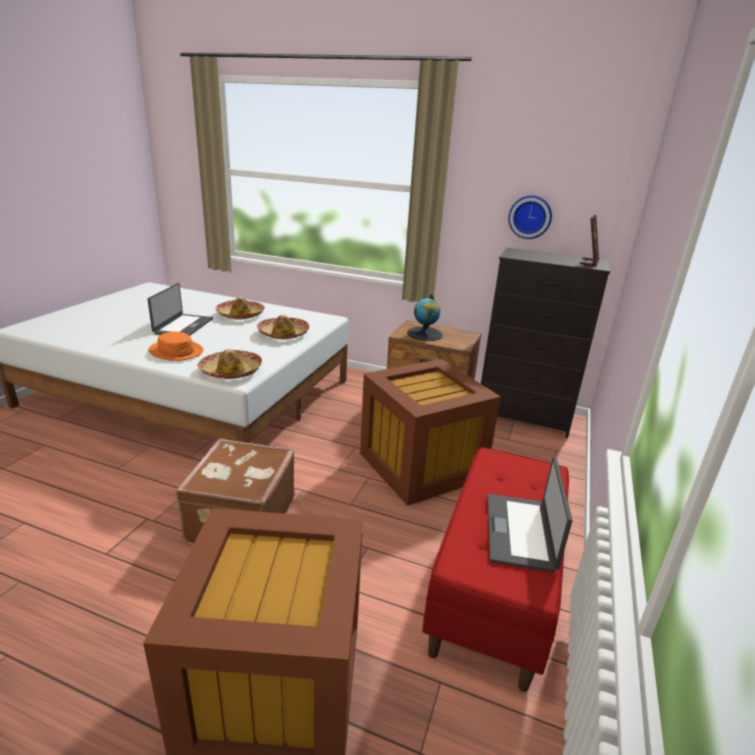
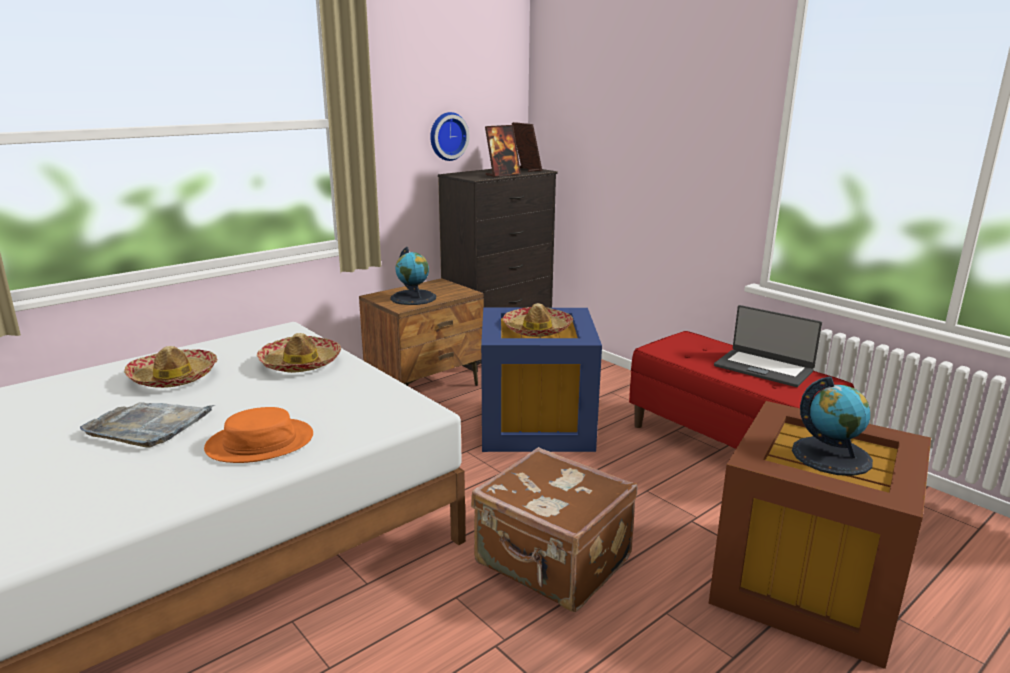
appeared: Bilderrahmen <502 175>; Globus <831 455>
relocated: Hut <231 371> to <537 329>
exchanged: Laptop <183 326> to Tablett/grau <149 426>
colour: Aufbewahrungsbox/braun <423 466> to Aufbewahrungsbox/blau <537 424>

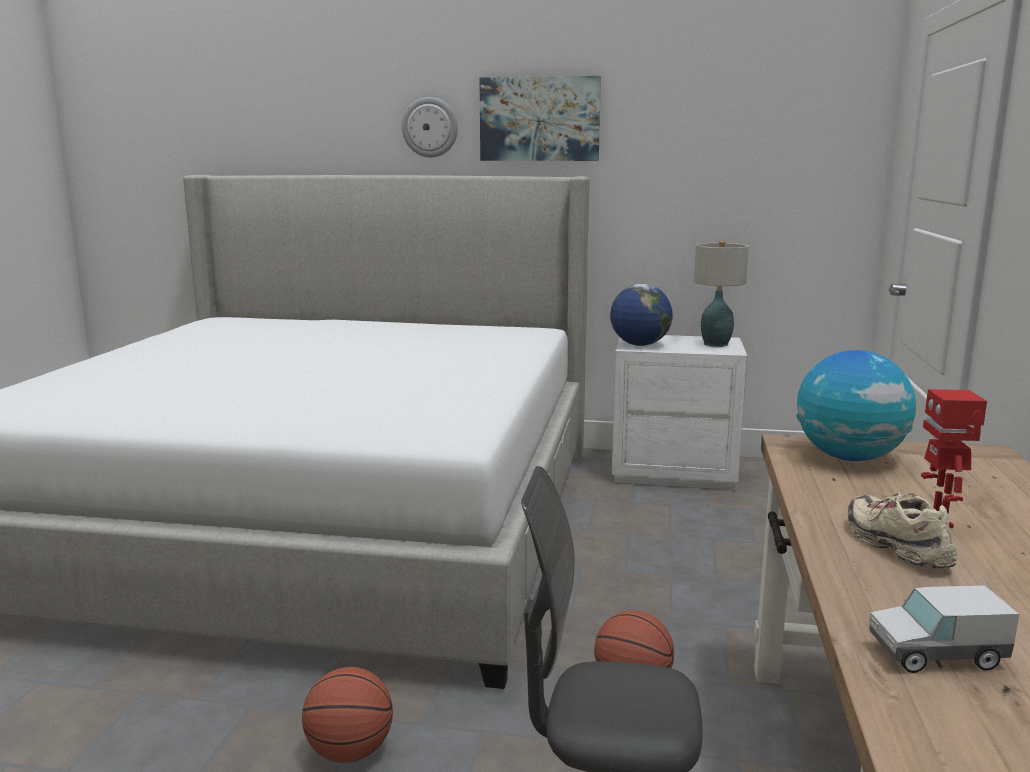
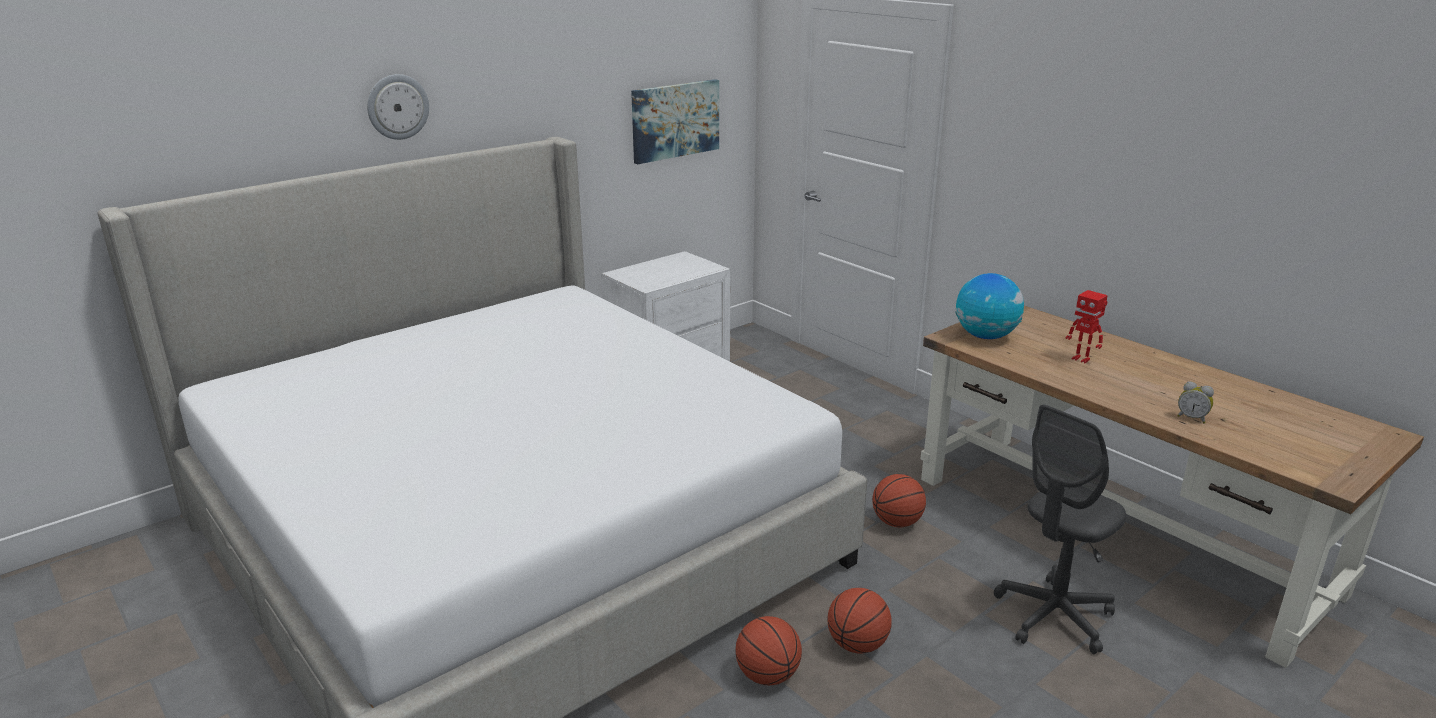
missing: Tischlampe <716 344>; Globus <640 345>; Schuh/beige <895 546>
appeared: Basketball <768 675>
relocated: Bild <539 119> to <675 120>
exchanged: Spielzeuglaster <936 655> to Wecker <1192 418>

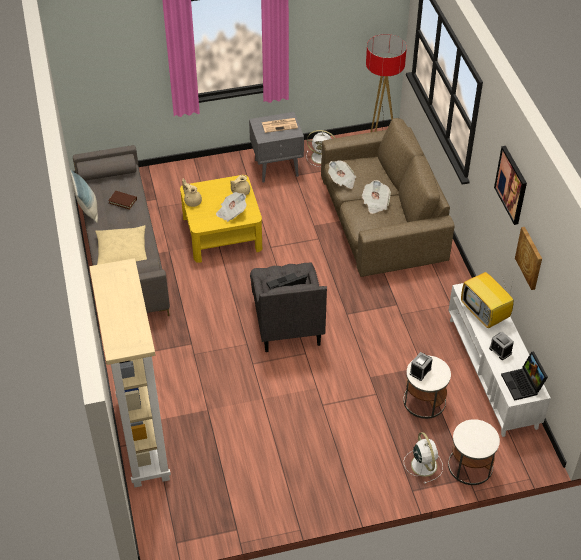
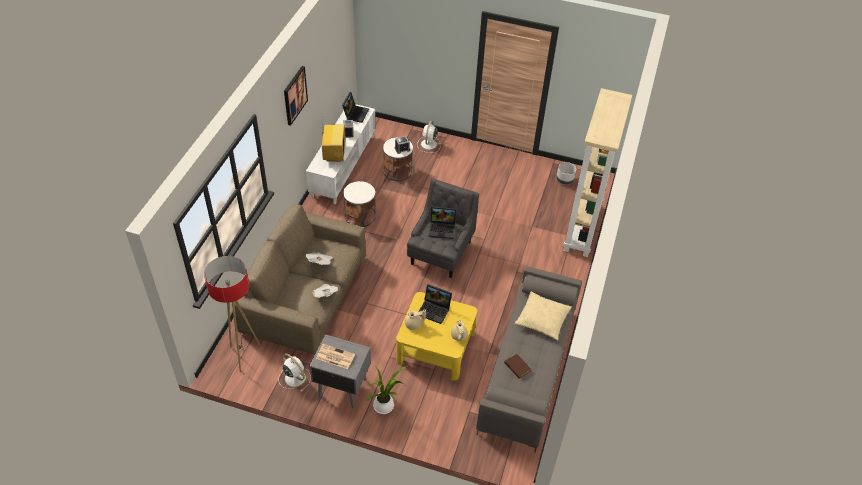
missing: Kissen <88 210>; Bild <530 258>
appeared: Pflanzkübel/grau <565 180>; Topfpflanze <385 406>
relocated: Beistelltisch/weiß <470 466> to <360 216>
exchanged: Zeitung <231 212> to Laptop <435 310>

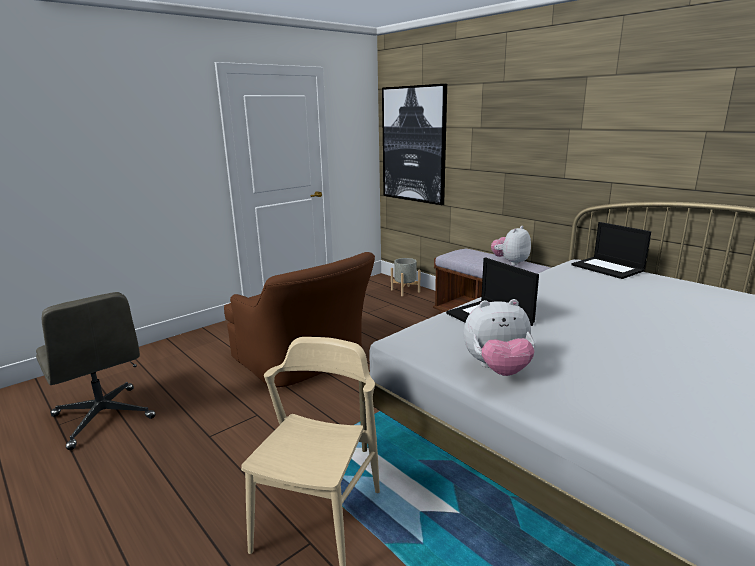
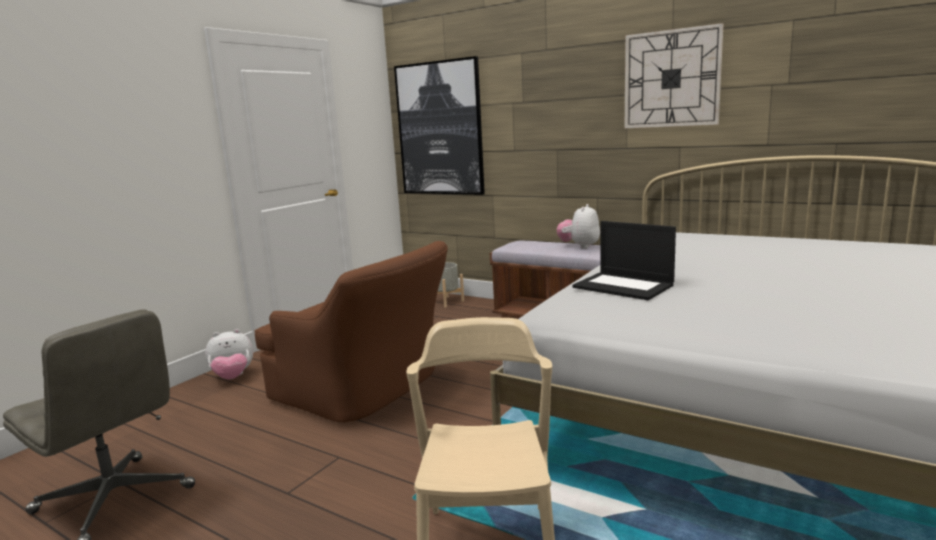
missing: Laptop <608 268>
appeared: Wanduhr <671 79>
relocated: Plüschtier <497 369> to <233 377>

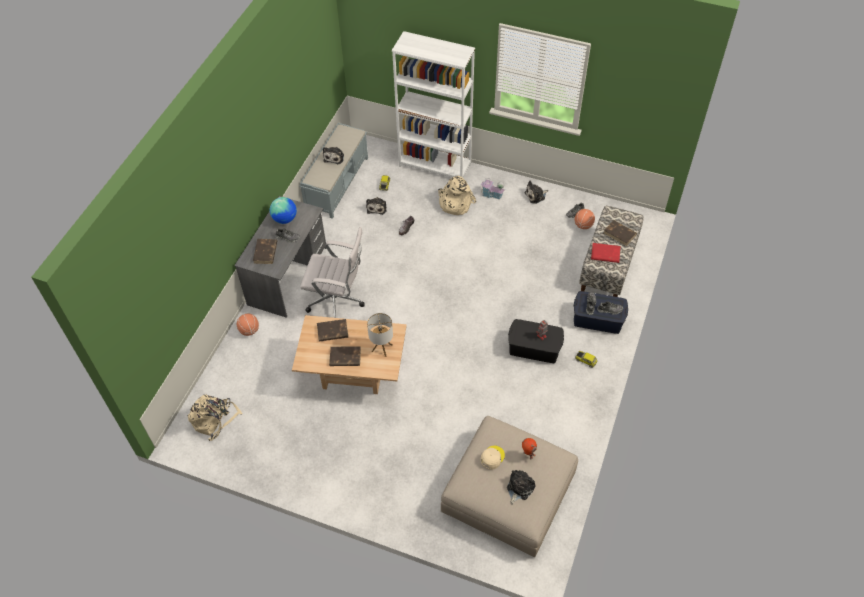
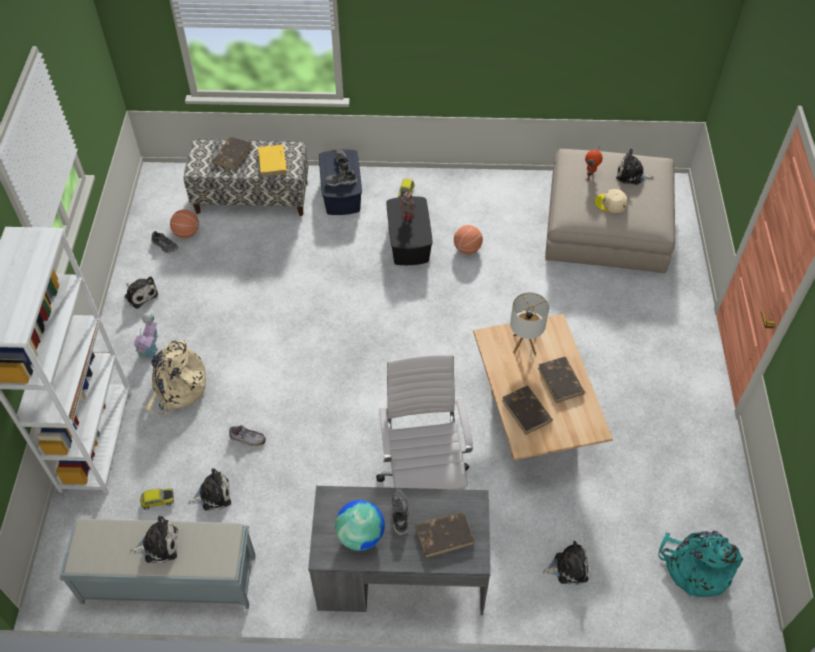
appeared: Plüschtier <568 567>
relocated: Basketball <249 330> to <467 248>
colour: Buch/rot <605 254> to Buch/gelb <272 162>; Rucksack/beige <214 419> to Rucksack/türkis <695 567>

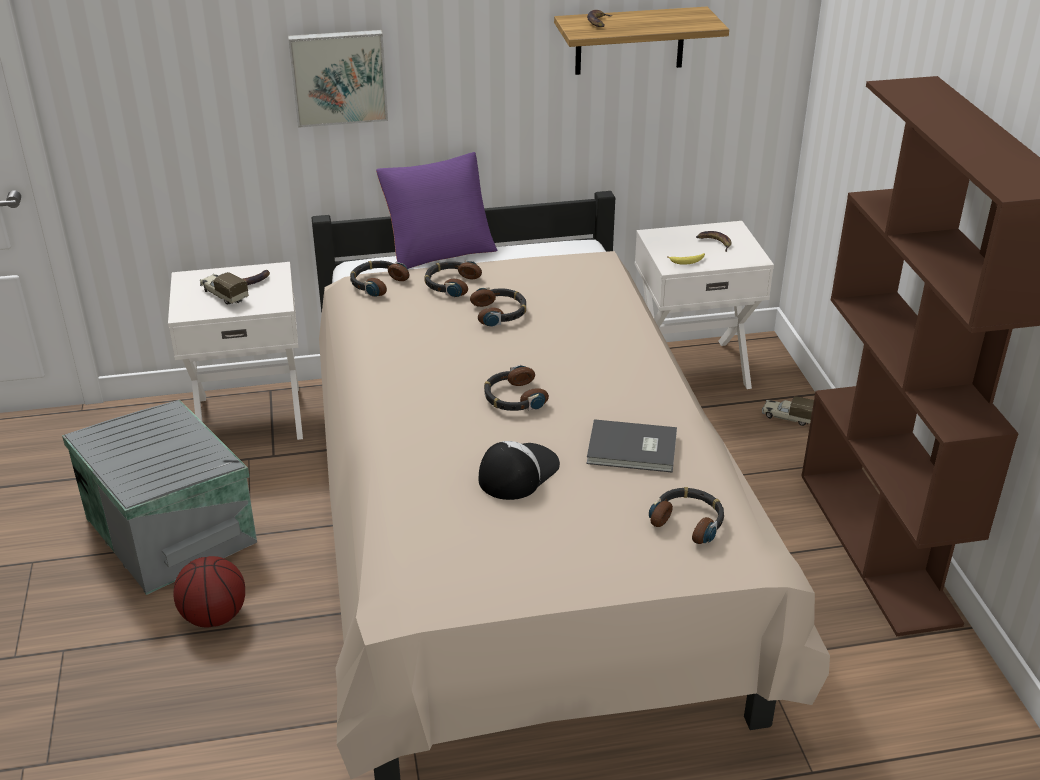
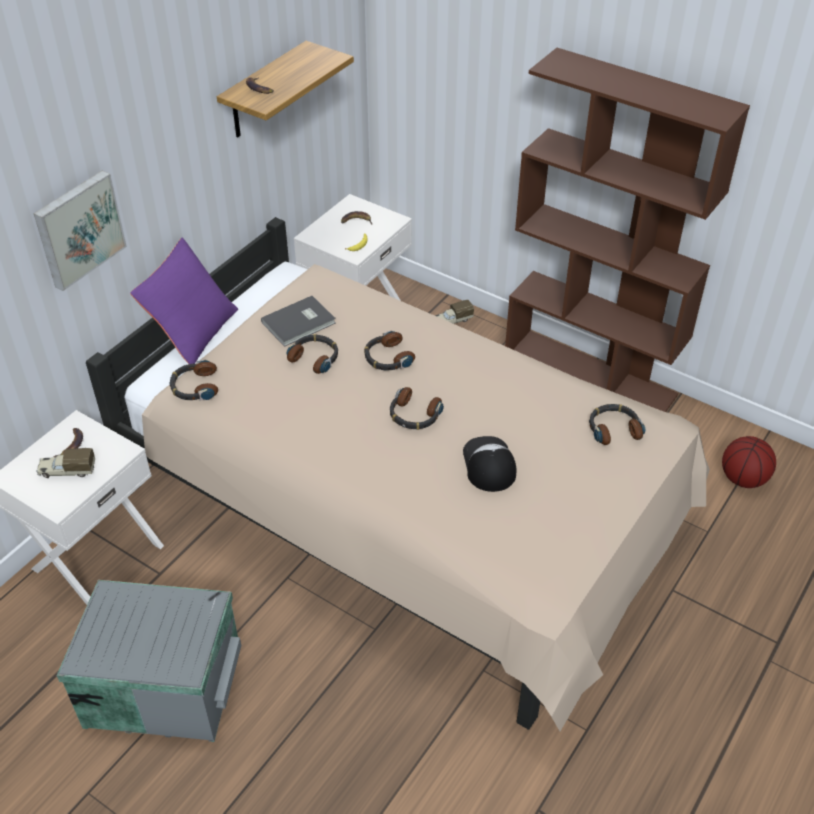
relocated: Kopfhörer <451 284> to <387 358>; Buch/grau <633 450> to <300 323>; Basketball <215 616> to <743 478>

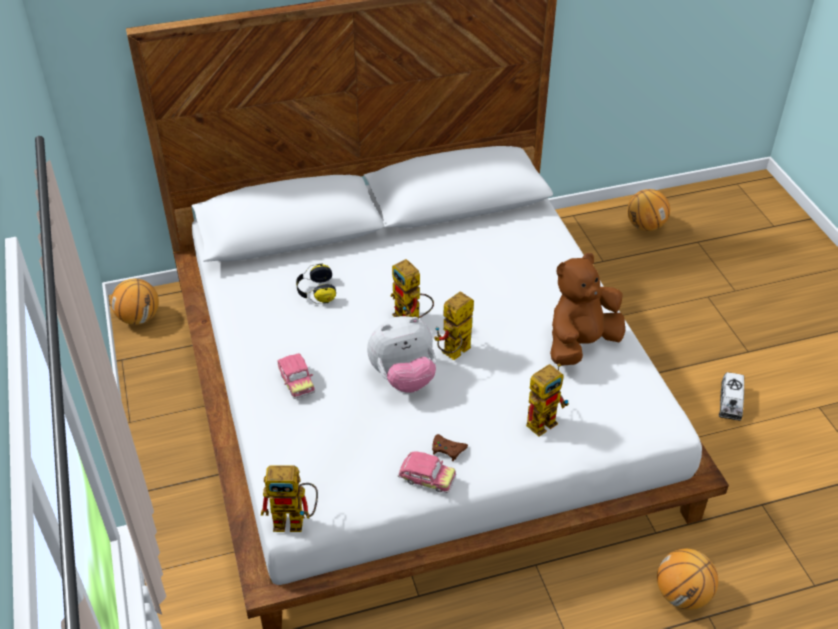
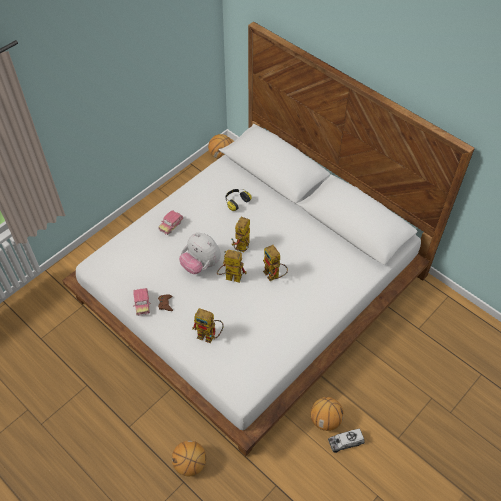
missing: Plüschtier/braun <580 344>
relocated: Basketball <645 226> to <325 420>; Spielzeugroboter <296 520> to <274 276>

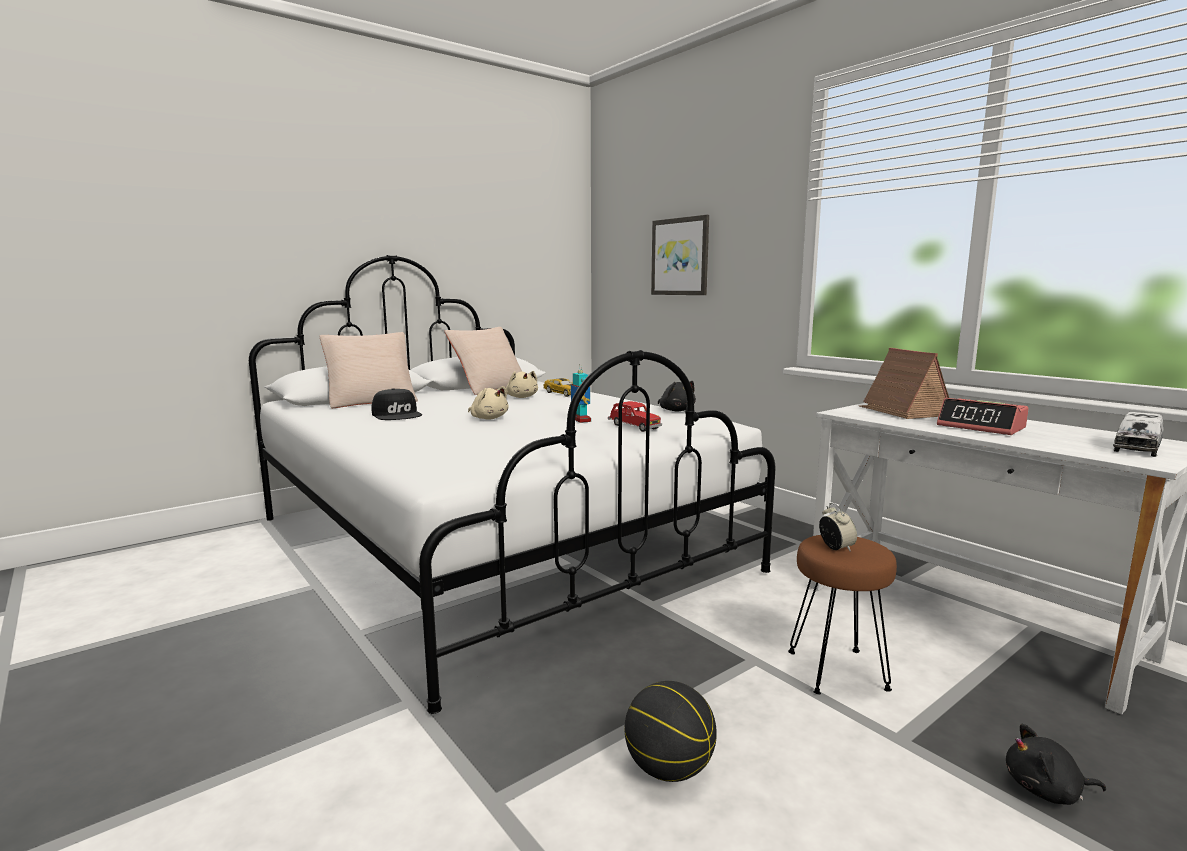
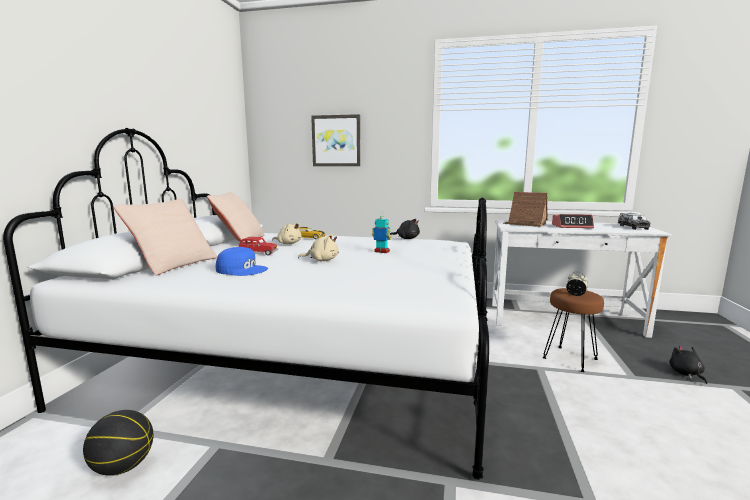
relocated: Spielzeugauto/rot <634 427> to <257 253>; Basketball <669 769> to <123 467>
colour: Kappe/schwarz <397 414> to Kappe/blau <242 269>
spun: Plüschtier/schwarz <1046 791> = <686 374> 120 degrees clockwise

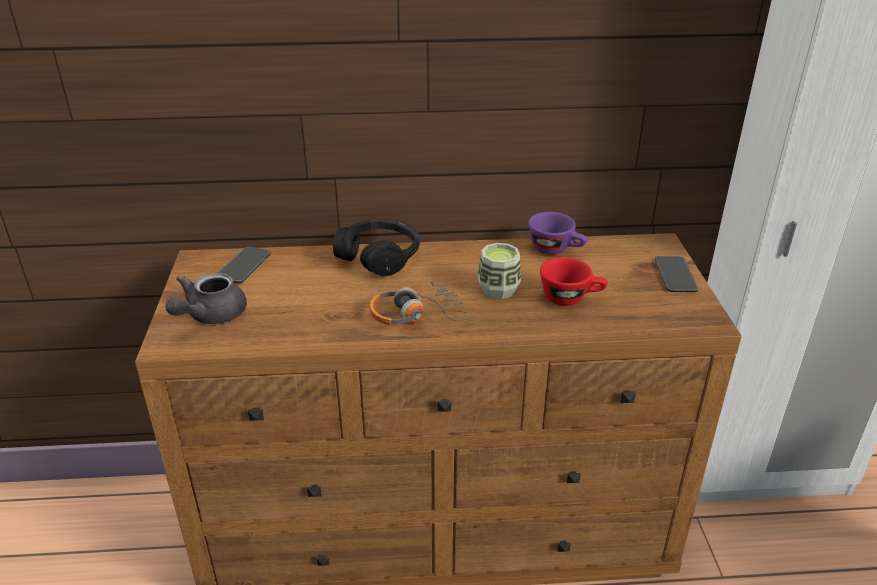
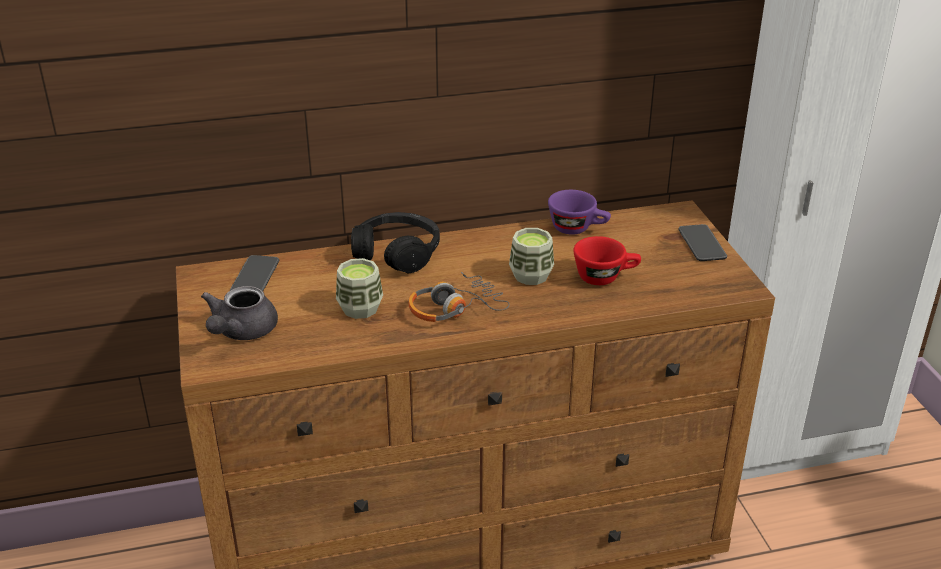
appeared: Tasse <360 308>

